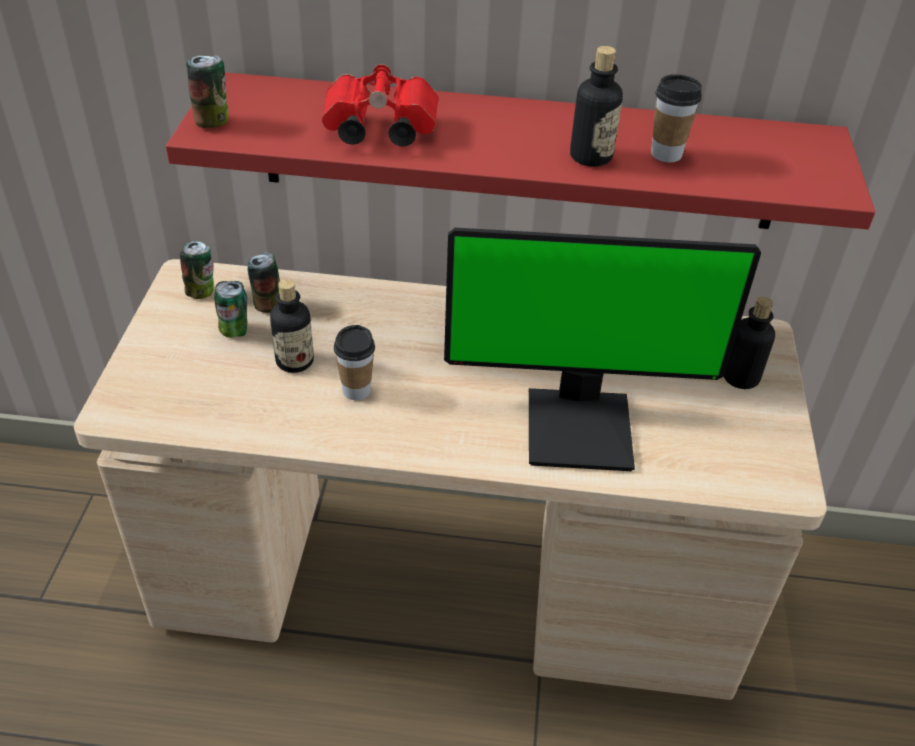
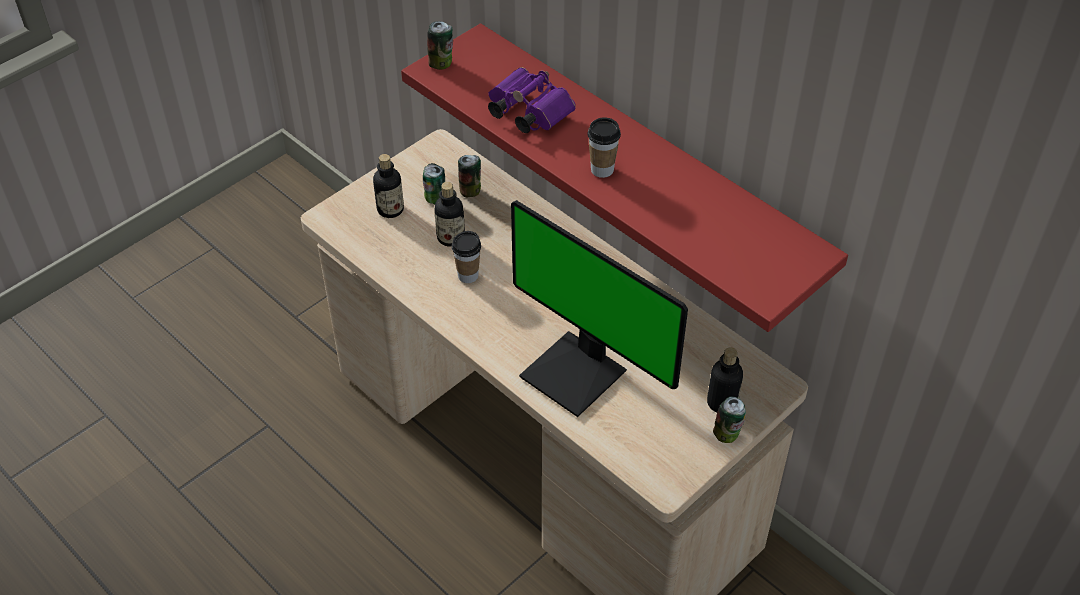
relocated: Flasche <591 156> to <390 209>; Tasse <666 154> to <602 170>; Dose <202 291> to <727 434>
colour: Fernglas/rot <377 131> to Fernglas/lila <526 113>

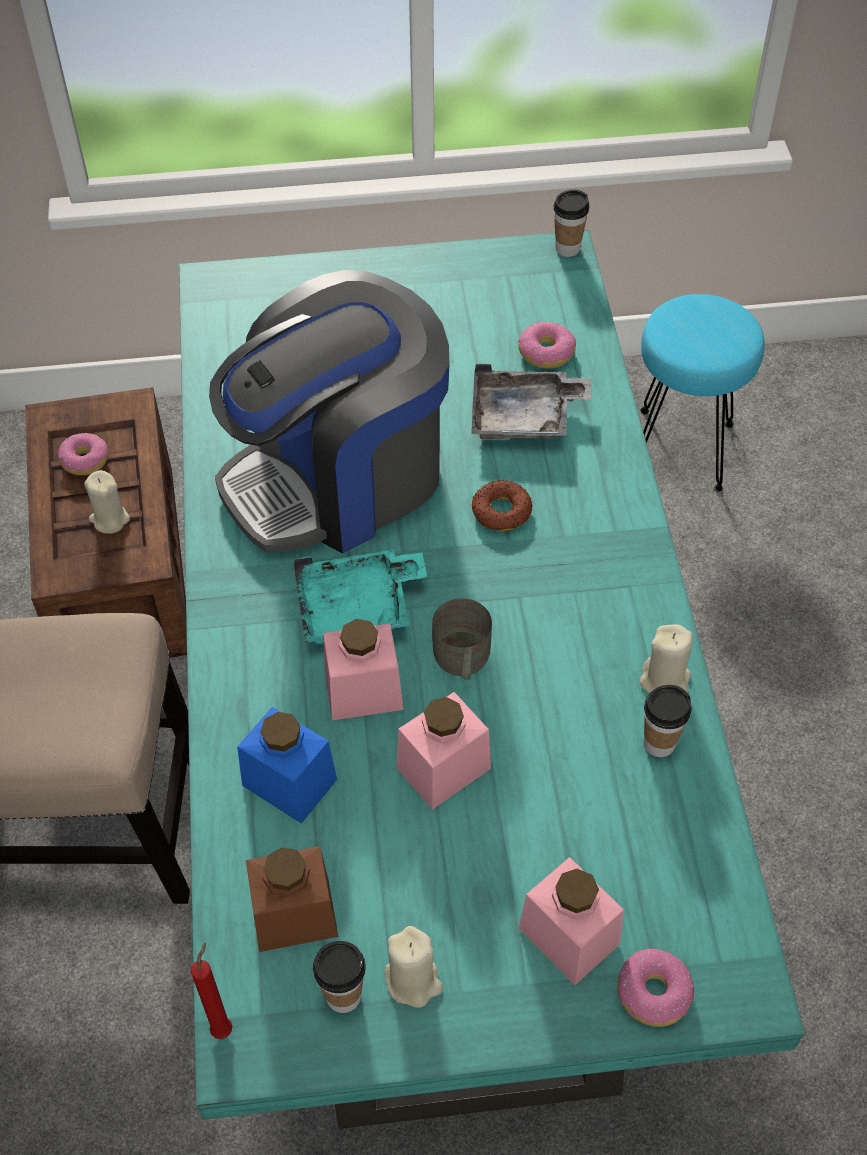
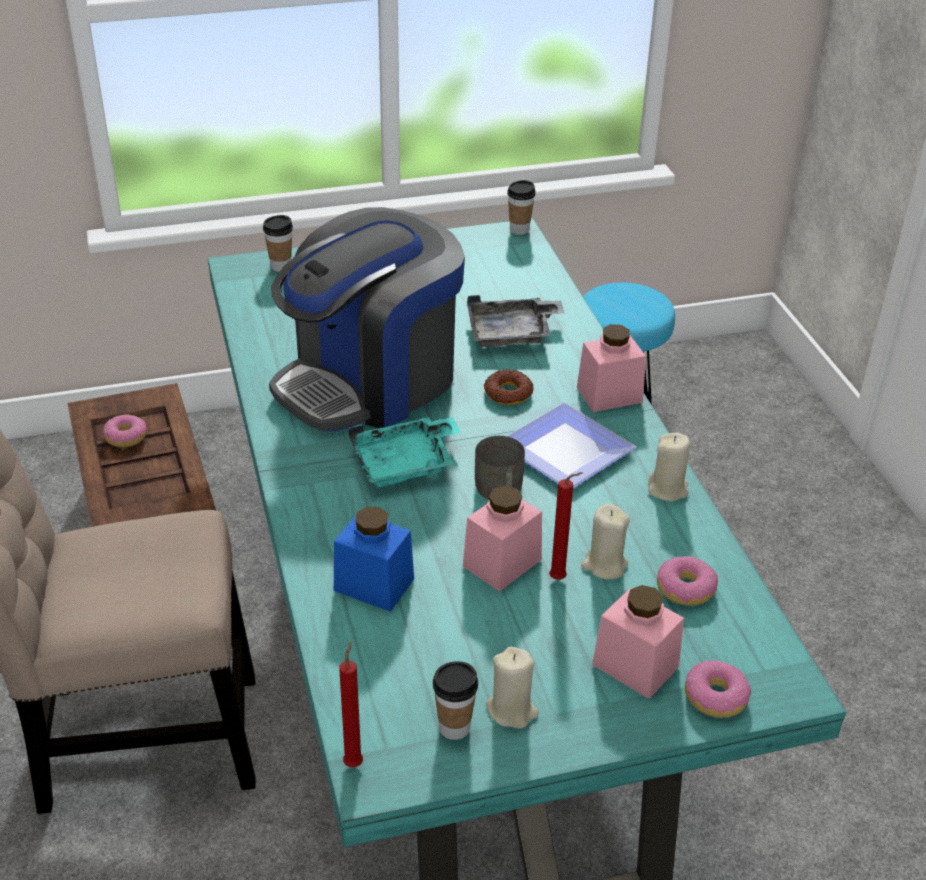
missing: Vorratsglas/braun <294 915>
appeared: Teller <571 451>; Kerze/rot <560 579>
relocated: Donut <546 353> to <685 589>; Kerze/beige <109 519> to <604 565>; Vorratsglas/rosa <363 691> to <609 395>; Tasse <659 743> to <281 266>

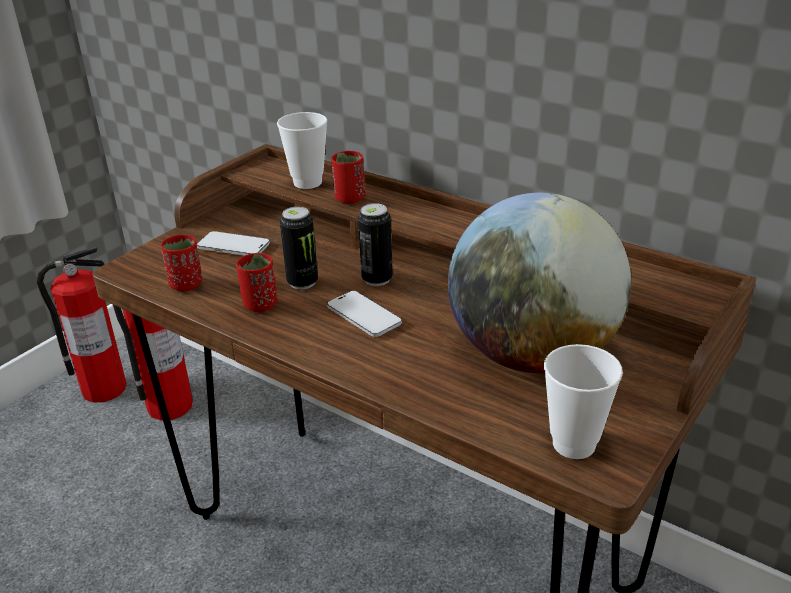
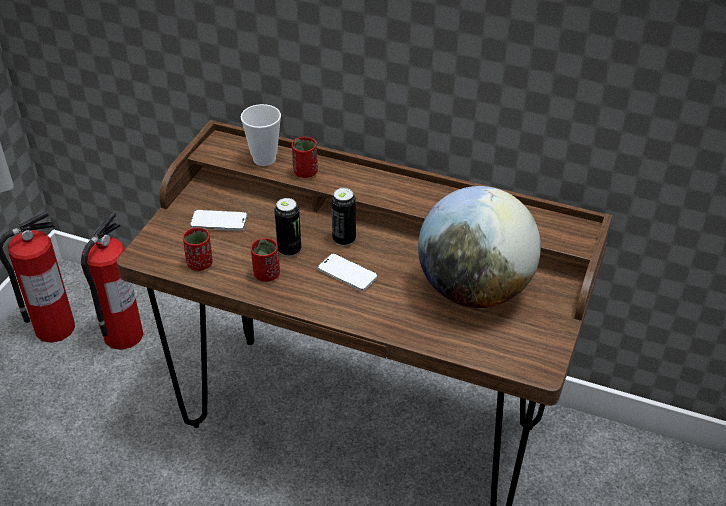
missing: Tasse <574 444>

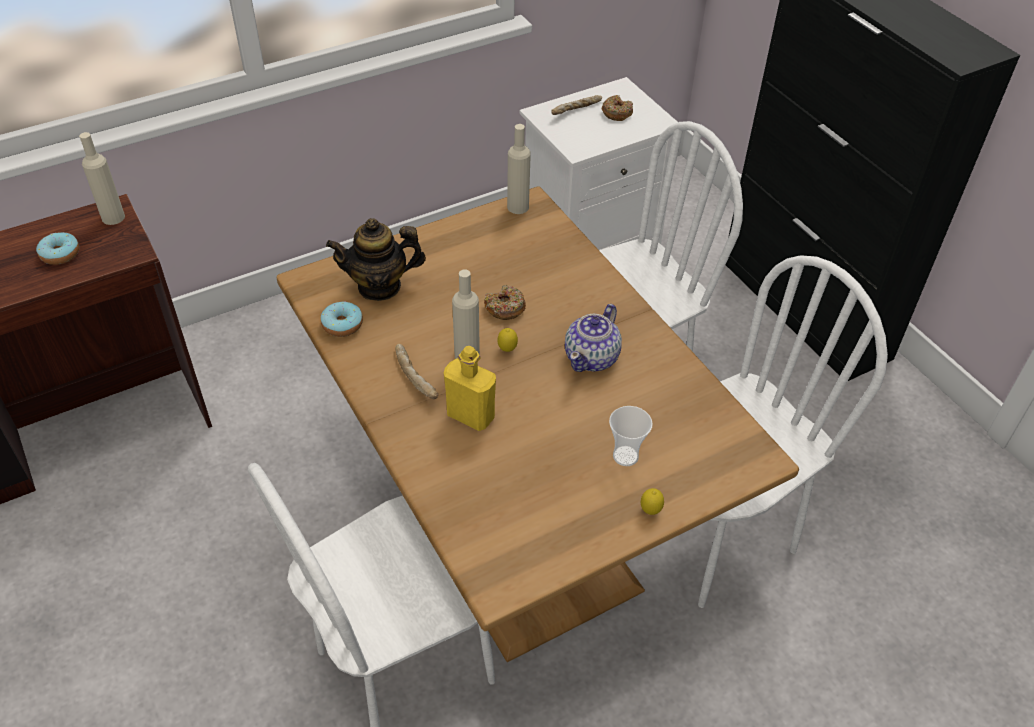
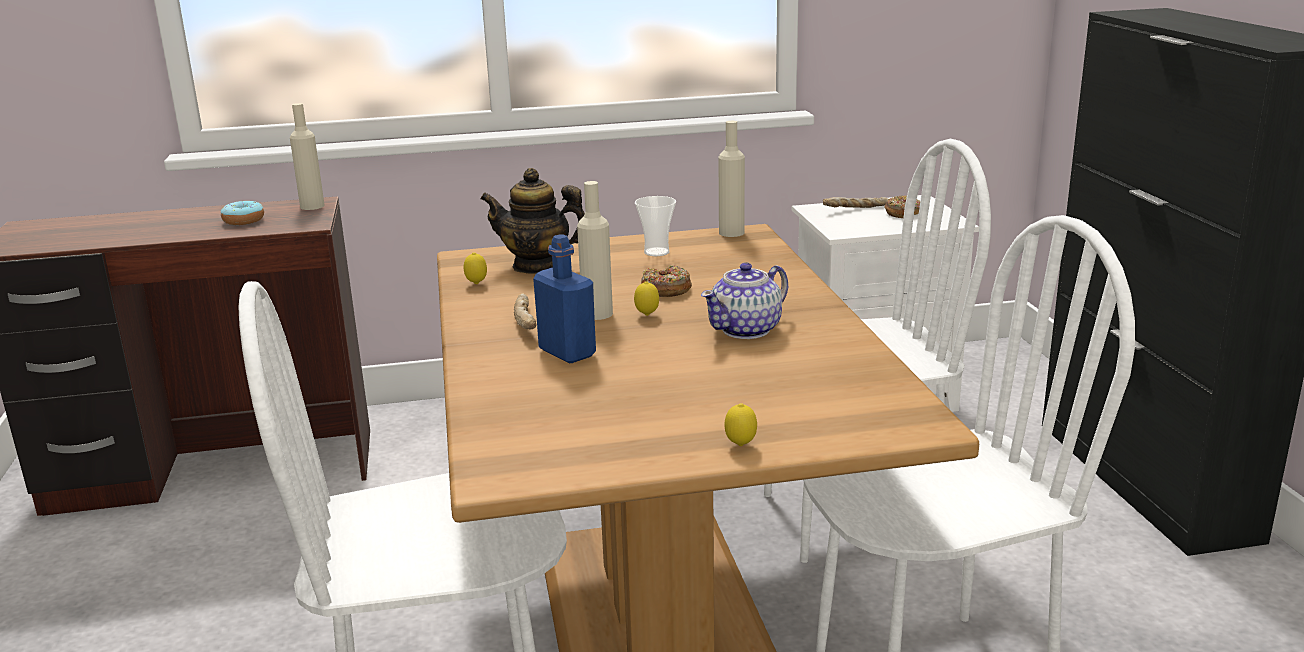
relocated: Tasse <625 456> to <656 252>
exchanged: Donut <342 325> to Zitrone <476 284>
colour: Flasche/gelb <470 416> to Flasche/blau <567 352>

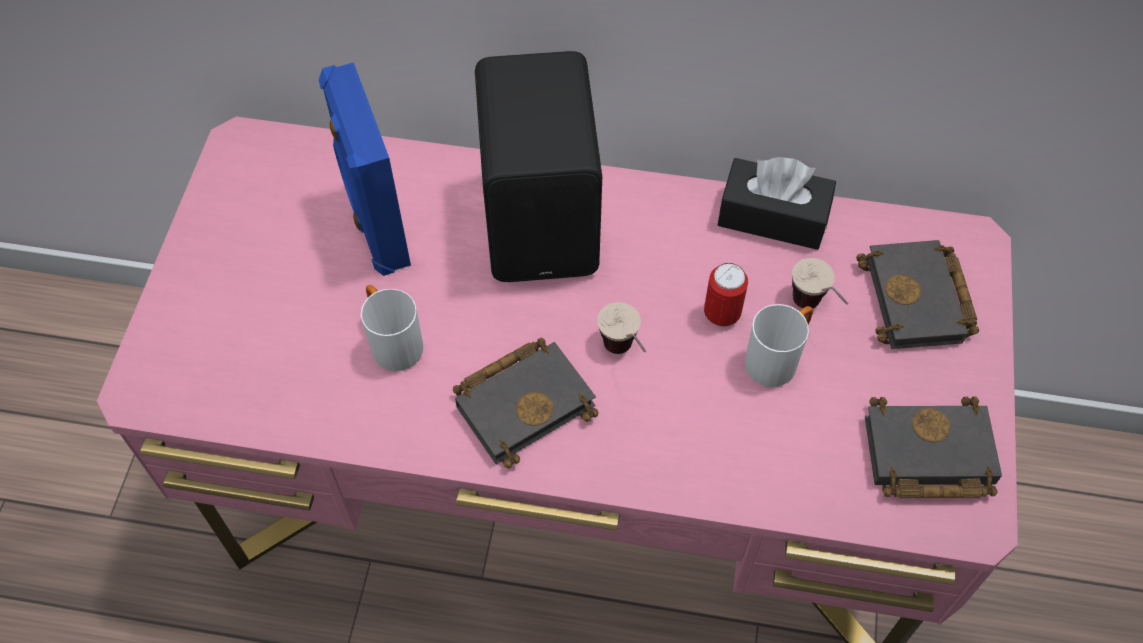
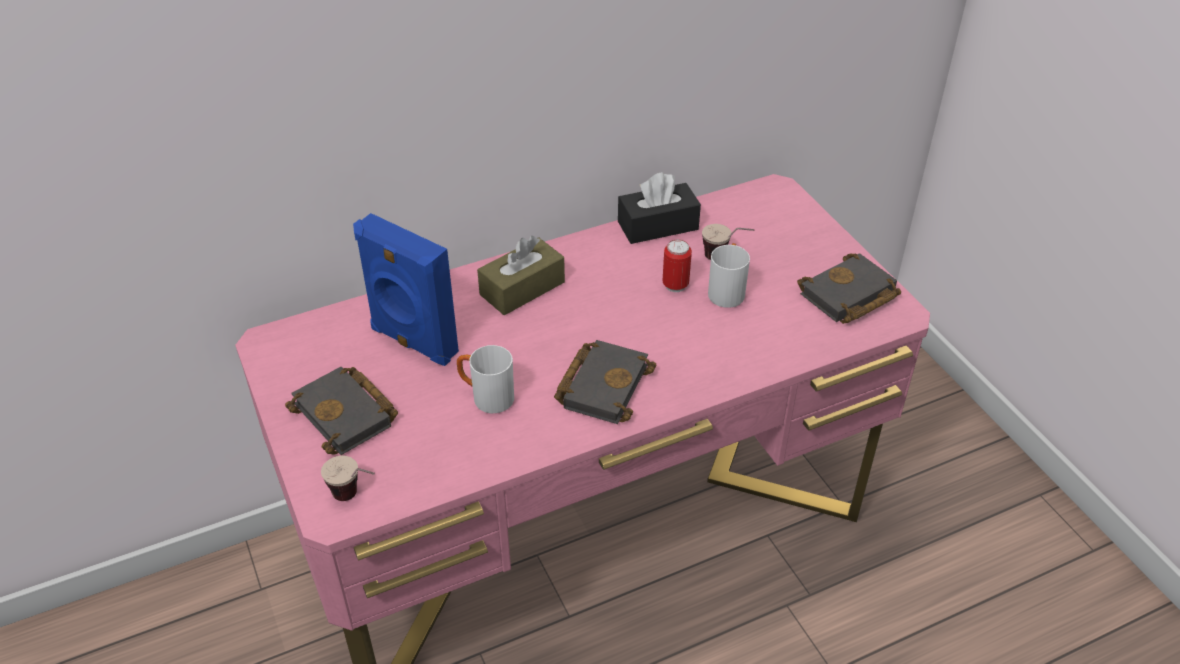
relocated: Buch/schwarz <919 302> to <348 415>; Tasse <625 356> to <356 498>
exchanged: Lautsprecher/schwarz <544 220> to Taschentuchbox/braun <522 288>

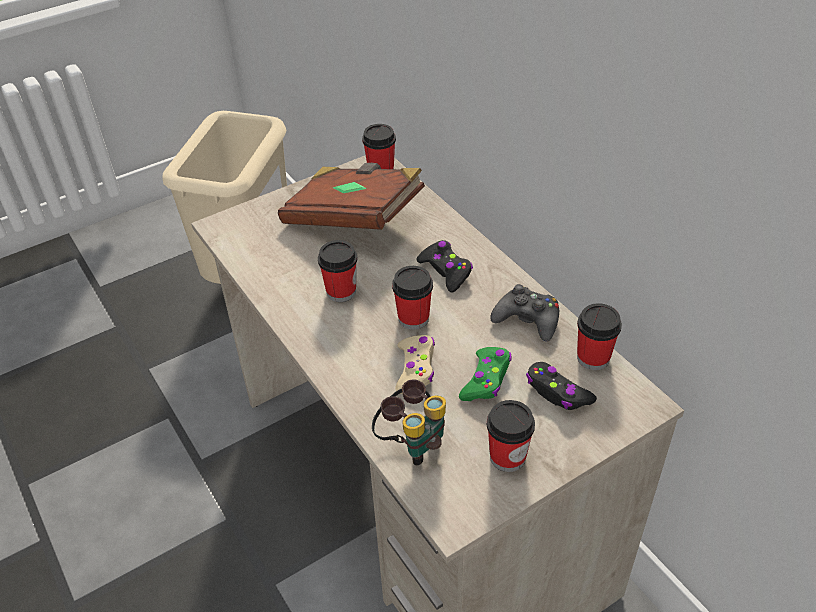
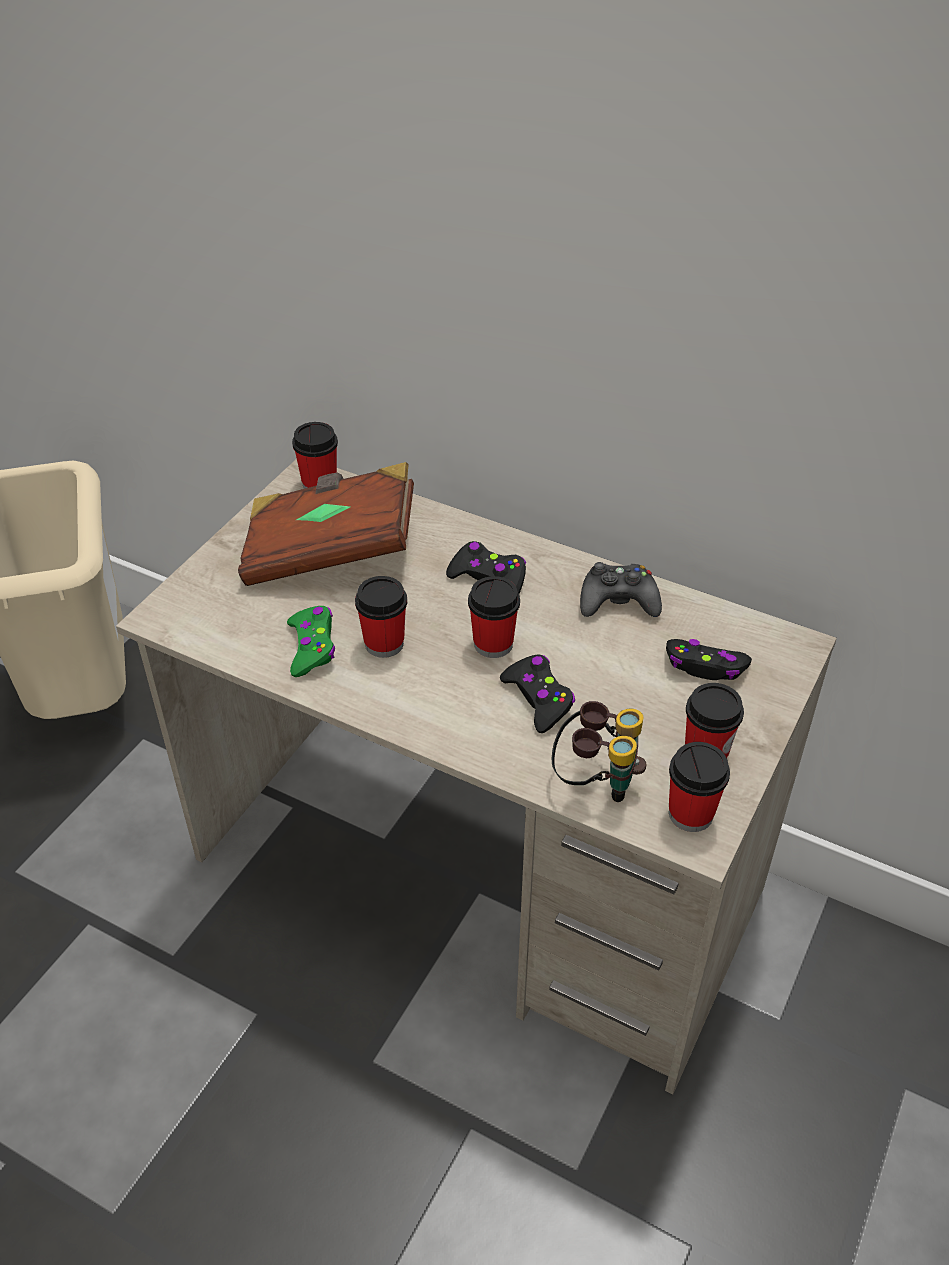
relocated: Tasse <593 358> to <690 814>; Gamepad/grün <486 380> to <312 647>
colour: Gamepad/beige <415 369> to Gamepad/schwarz <538 699>

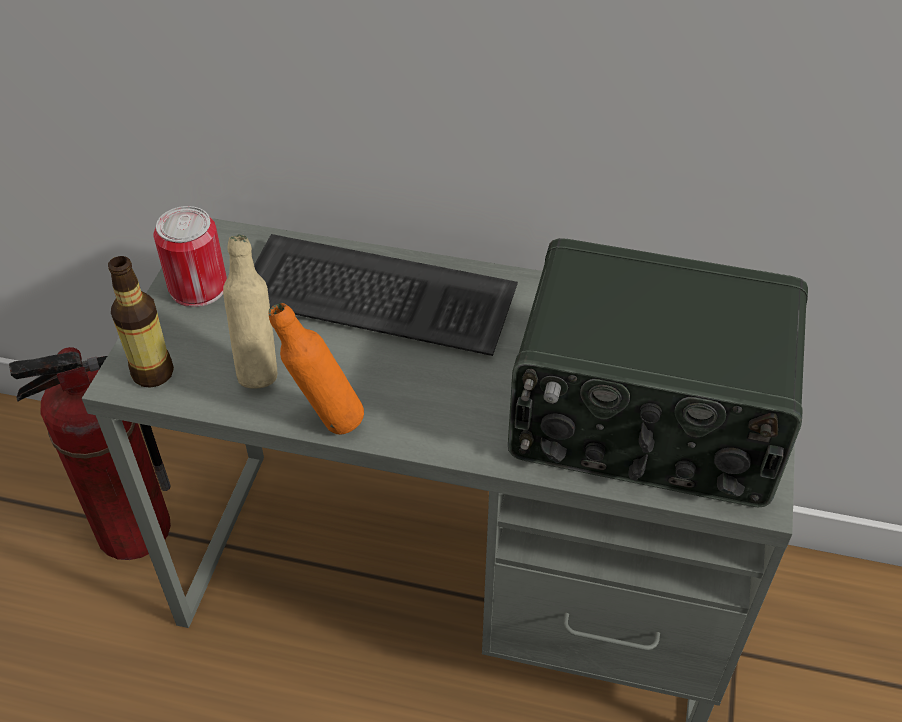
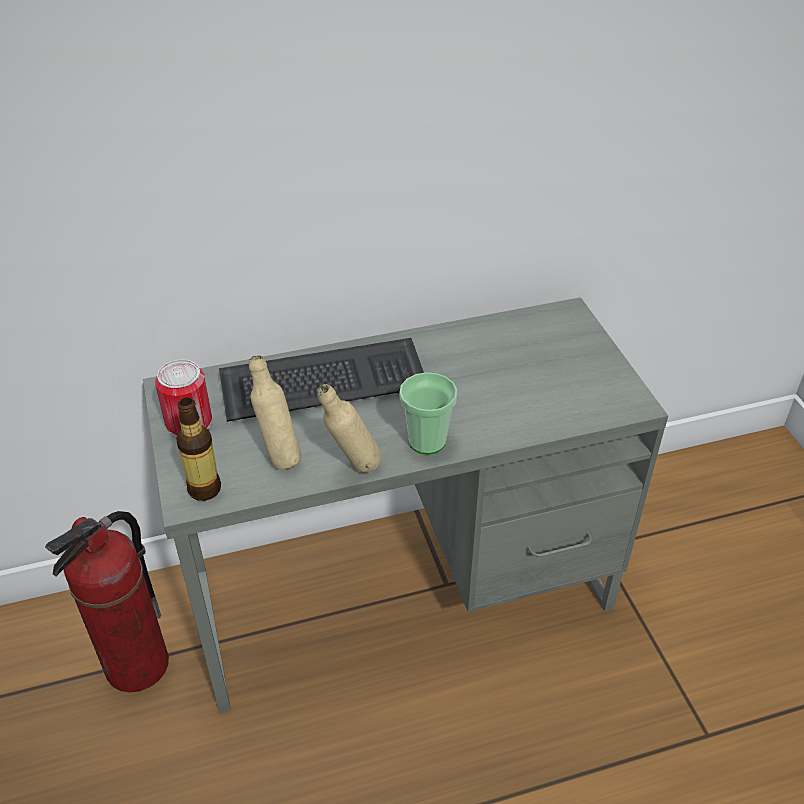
missing: Radio <645 420>
appeared: Tasse <427 441>
colour: Flasche/orange <325 421> to Flasche/beige <352 469>

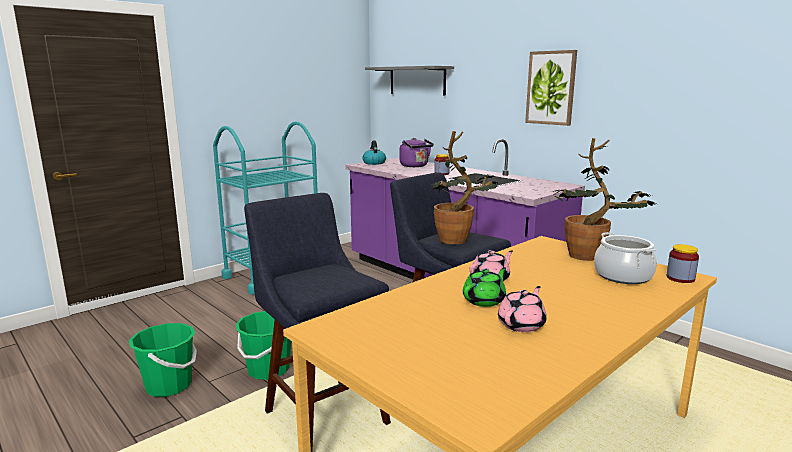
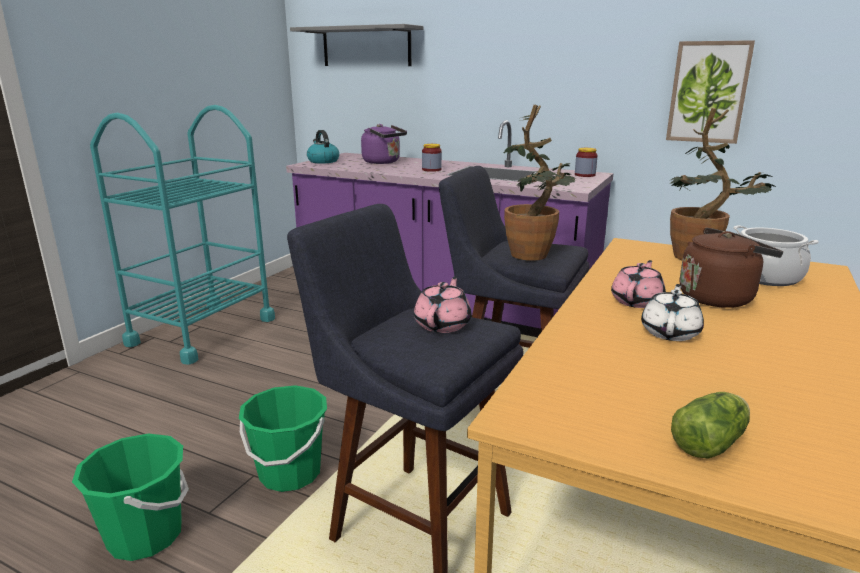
appeared: Wasserkessel/braun <719 297>; Salatkopf <711 442>
relocated: Bild <551 88> to <708 92>; Vorratsglas <680 278> to <585 175>; Teekanne/rosa <522 324> to <443 324>
colour: Teekanne/grün <484 300> to Teekanne/weiß <670 332>

